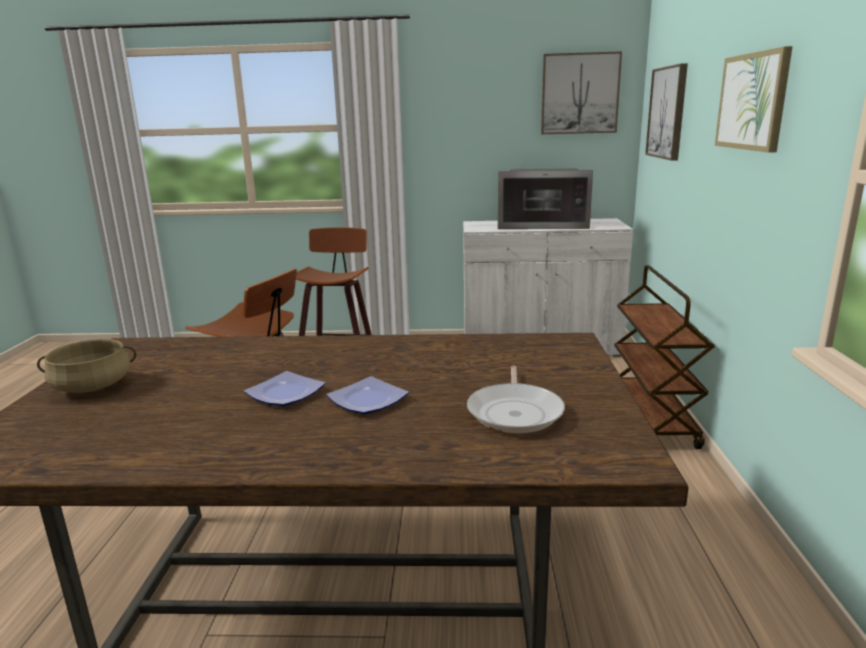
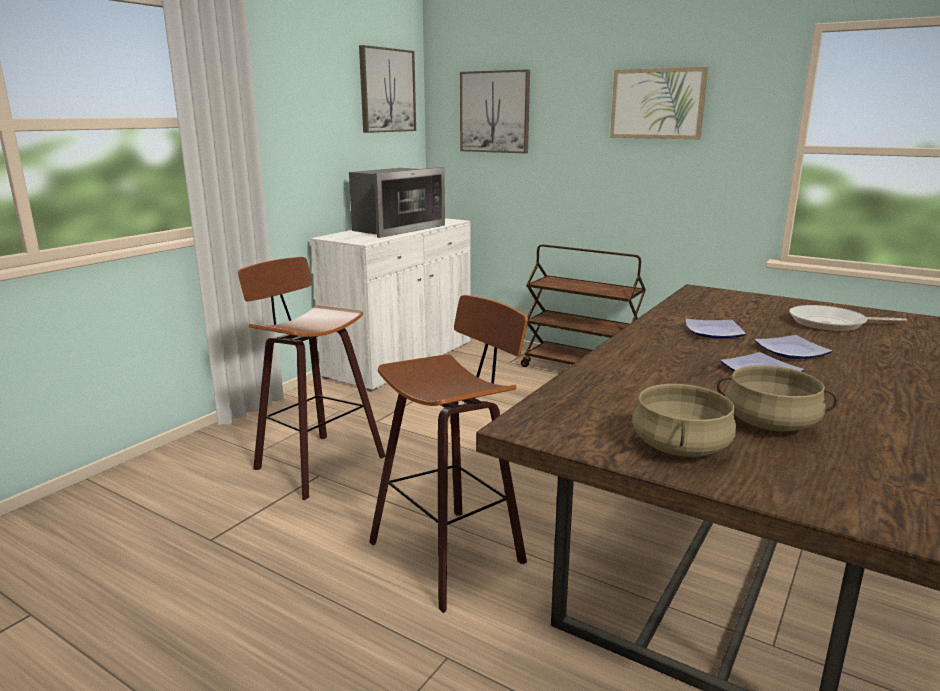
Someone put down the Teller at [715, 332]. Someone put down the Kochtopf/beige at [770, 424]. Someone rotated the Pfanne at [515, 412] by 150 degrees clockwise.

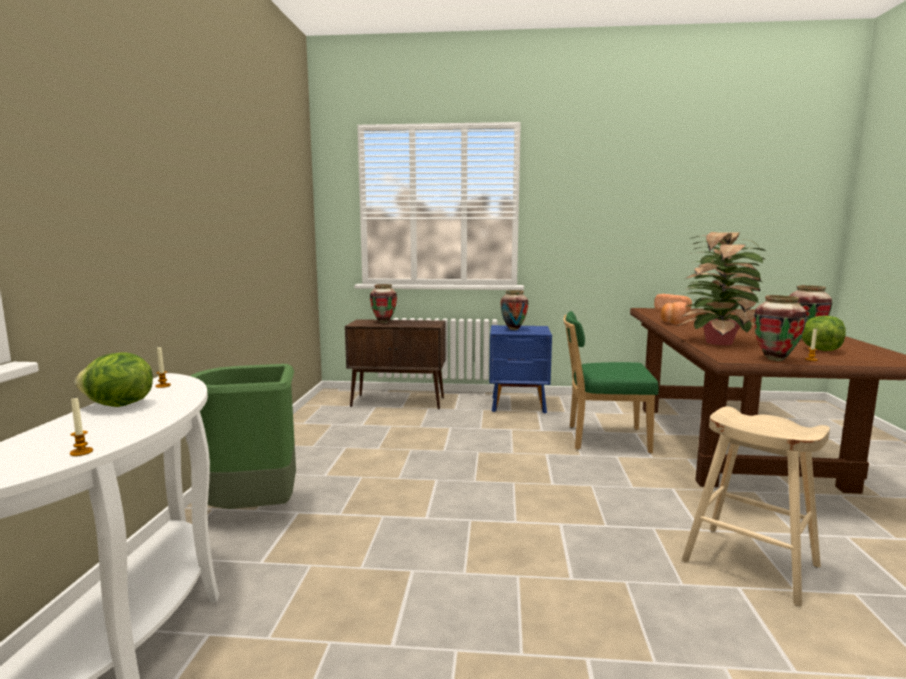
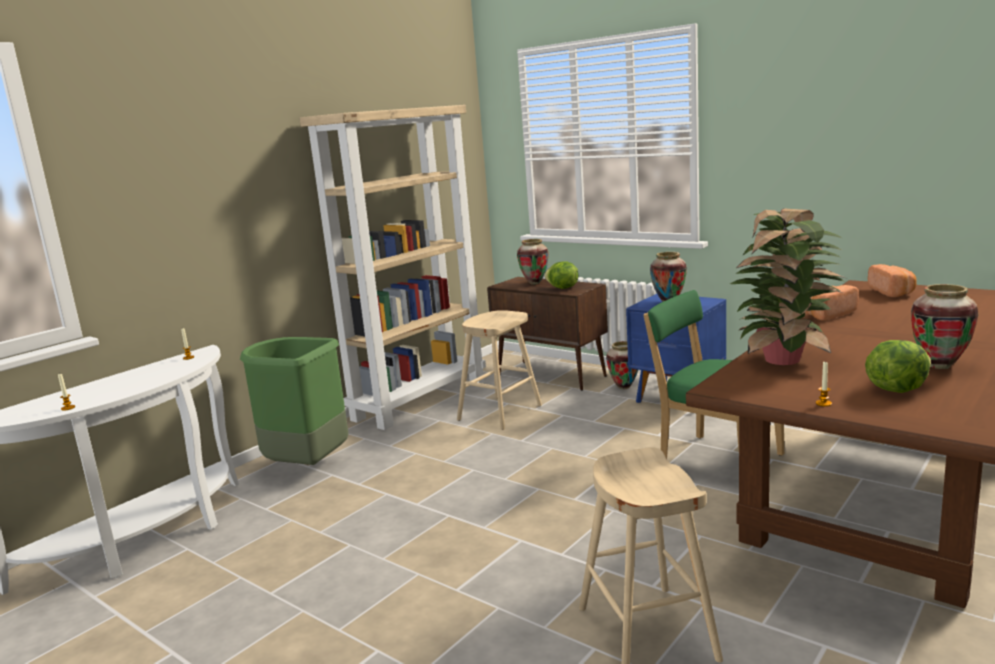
Someone put down the Bücherregal/beige at [420, 399]. Someone put down the Hocker/beige at [500, 413]. Someone carried the Salatkopf from [118, 406] to [562, 288]. Someone carried the Vase from [775, 359] to [624, 387].

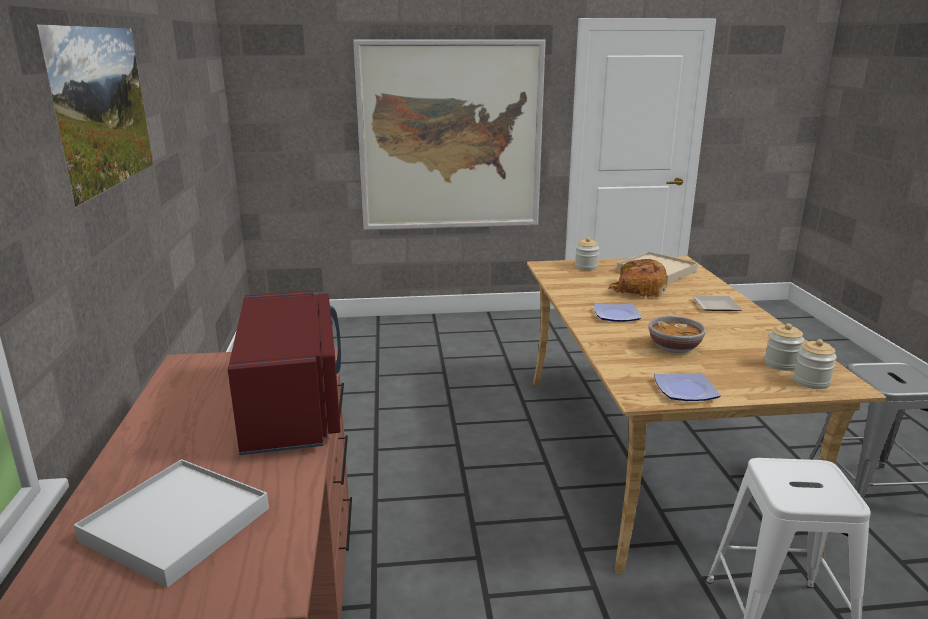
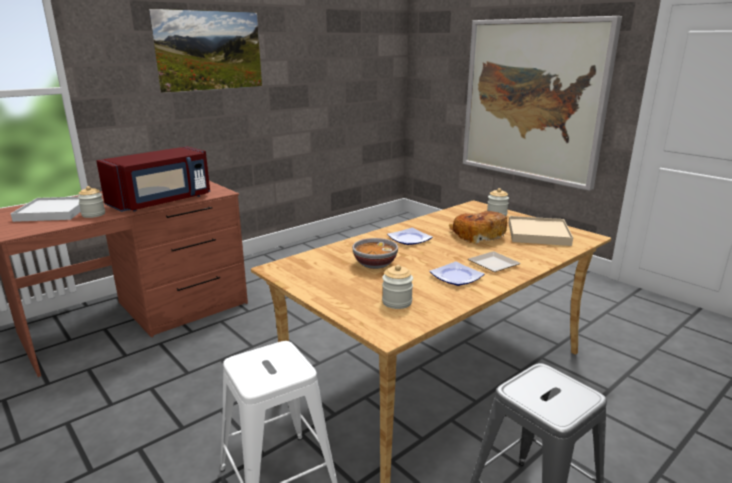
Someone carried the Vorratsglas from [811, 382] to [93, 214]. Someone carried the Teller from [686, 390] to [457, 277].

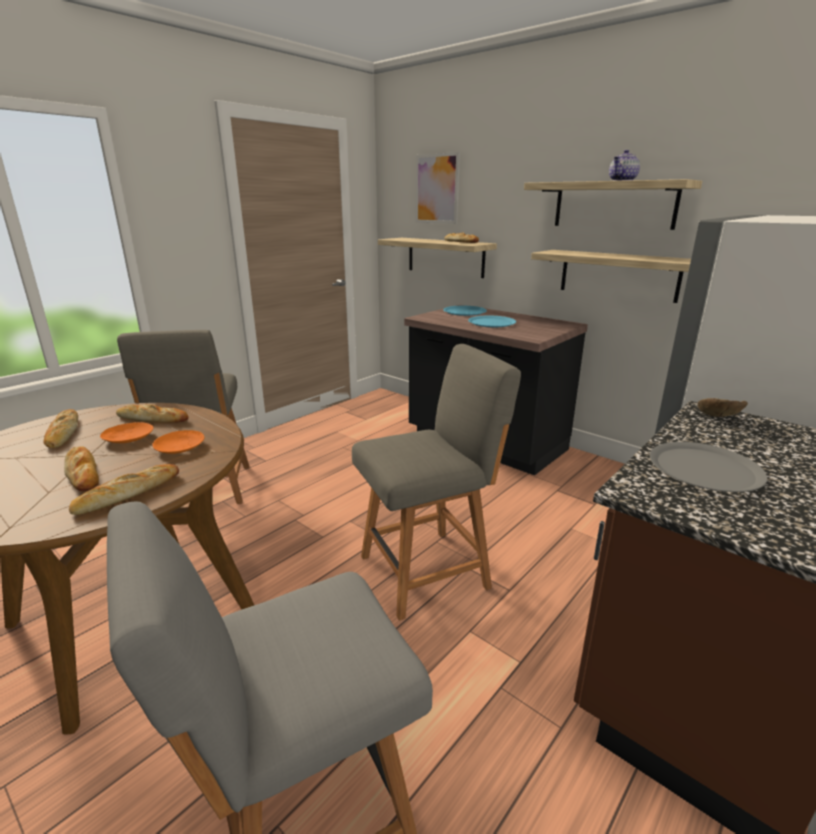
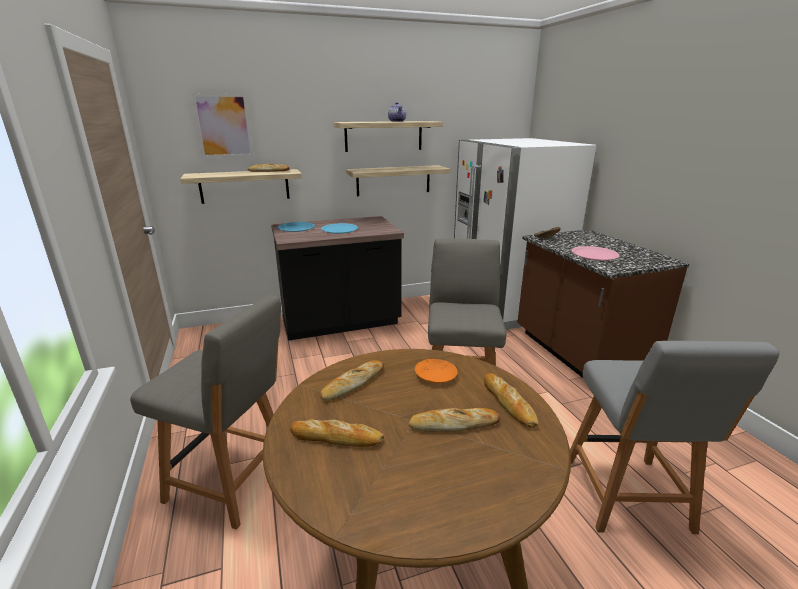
Someone repainted the Teller/grau at [704, 468], which became the Teller/rosa at [594, 254]. Someone took away the Teller/orange at [128, 438].

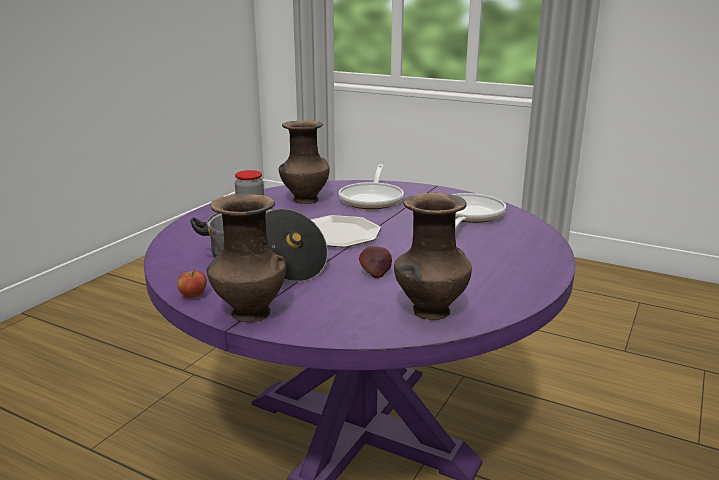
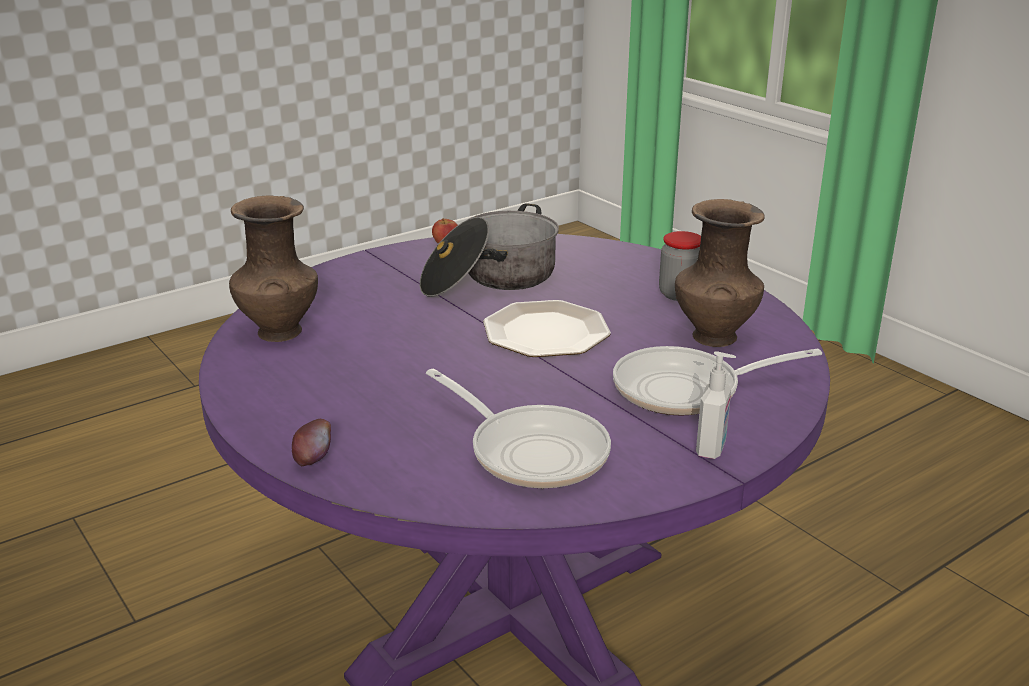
Someone carried the Apfel from [375, 273] to [313, 461]. Someone rotated the Pfanne at [372, 199] by 45 degrees counterclockwise. Someone put down the Seifenspender at [712, 449]. Someone took away the Vase/braun at [249, 313].

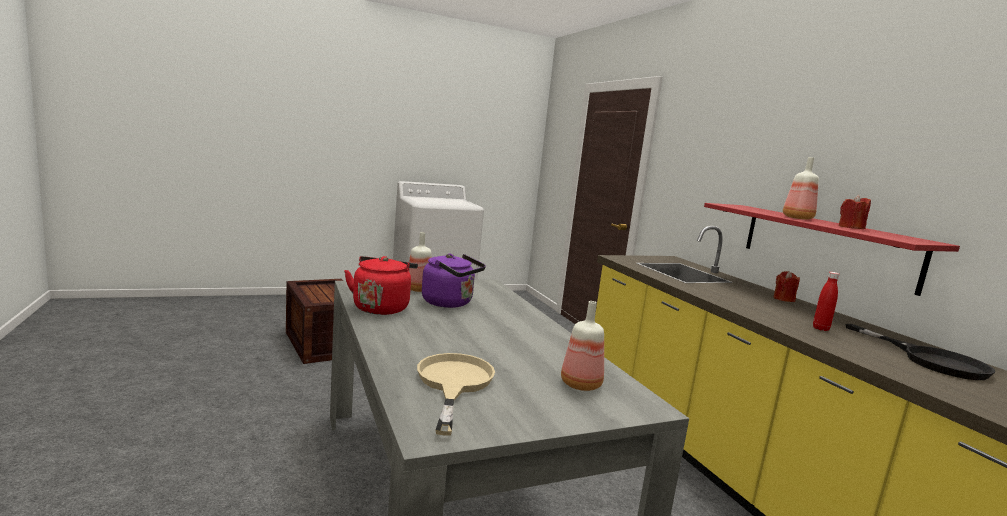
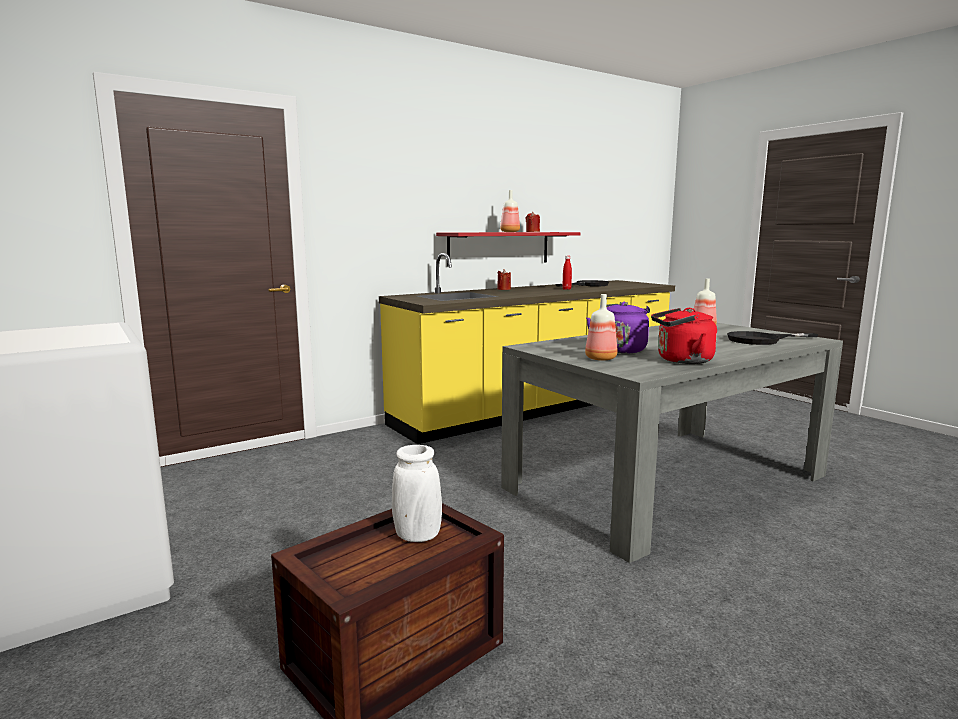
Someone put down the Vase/weiß at [417, 536]. Someone repainted the Pfanne/beige at [453, 383], which became the Pfanne/schwarz at [761, 340].

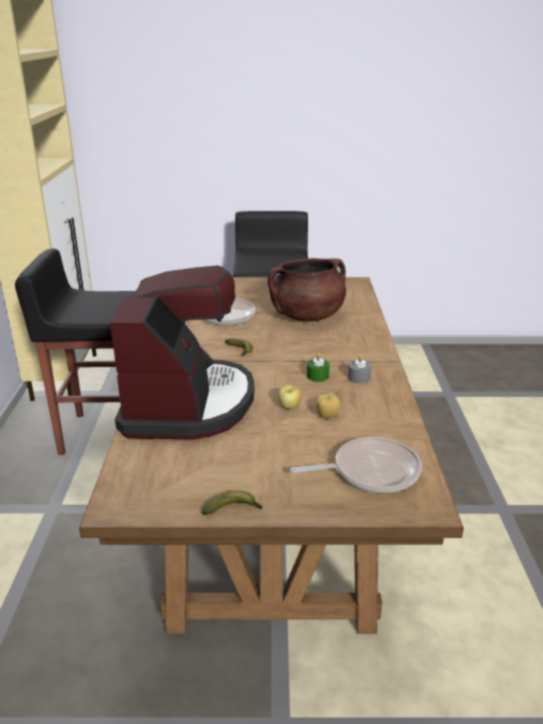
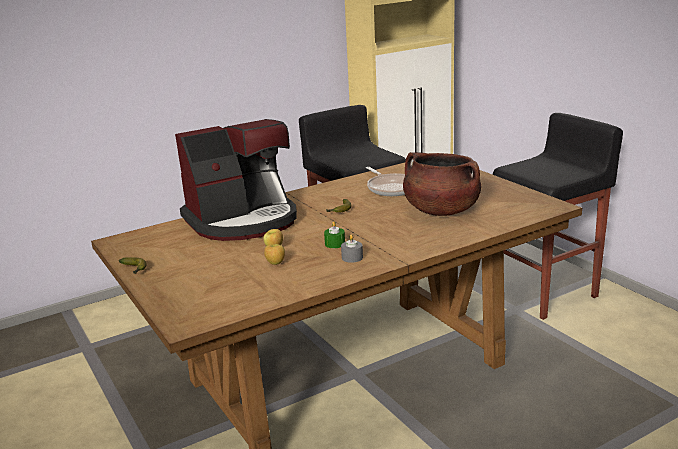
Someone took away the Pfanne at [370, 471].

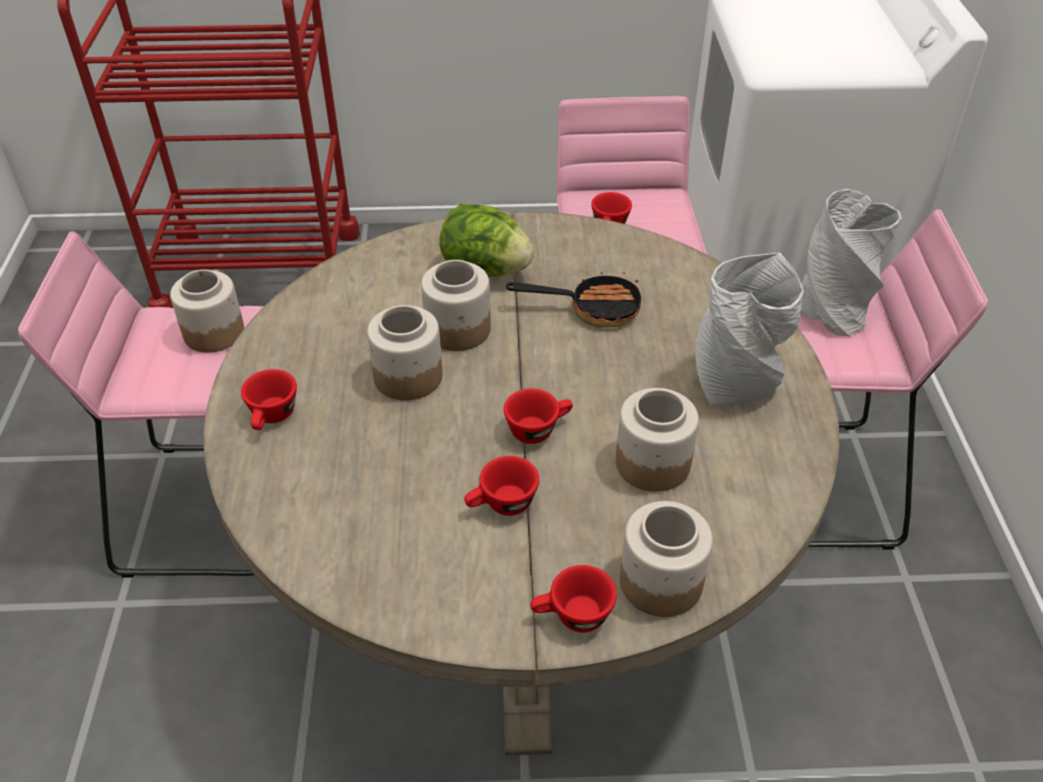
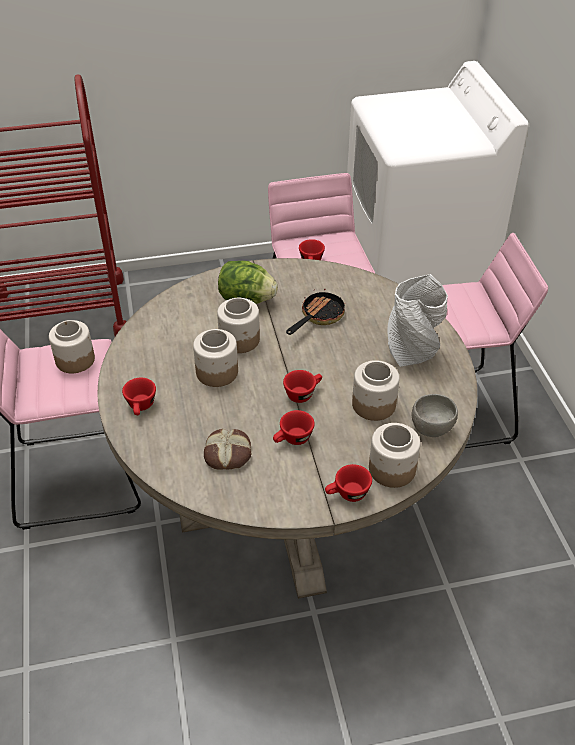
Someone put down the Brot at [228, 453]. Someone rotated the Pfanne at [593, 308] by 45 degrees counterclockwise. Someone put down the Schüssel/grau at [431, 427]. Someone took away the Vase/grau at [832, 308].

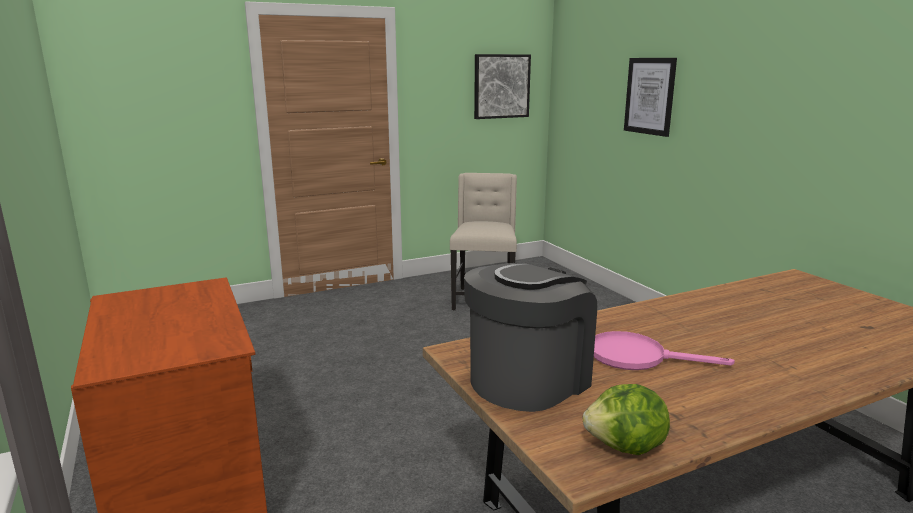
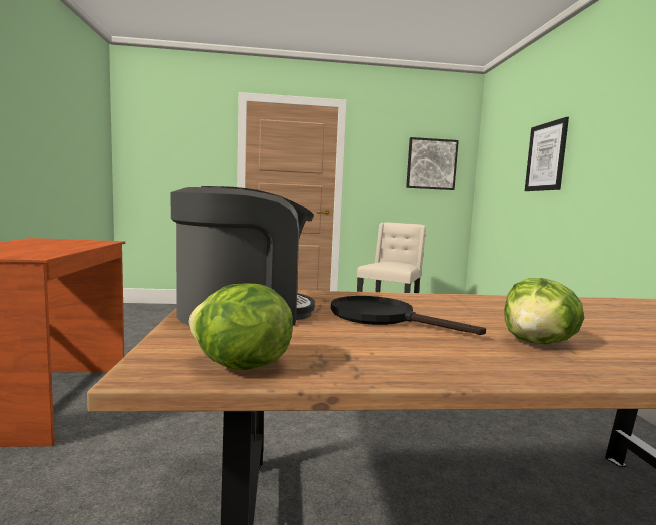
Someone repainted the Pfanne/rosa at [637, 357], which became the Pfanne/schwarz at [383, 318]. Someone put down the Salatkopf at [538, 343].

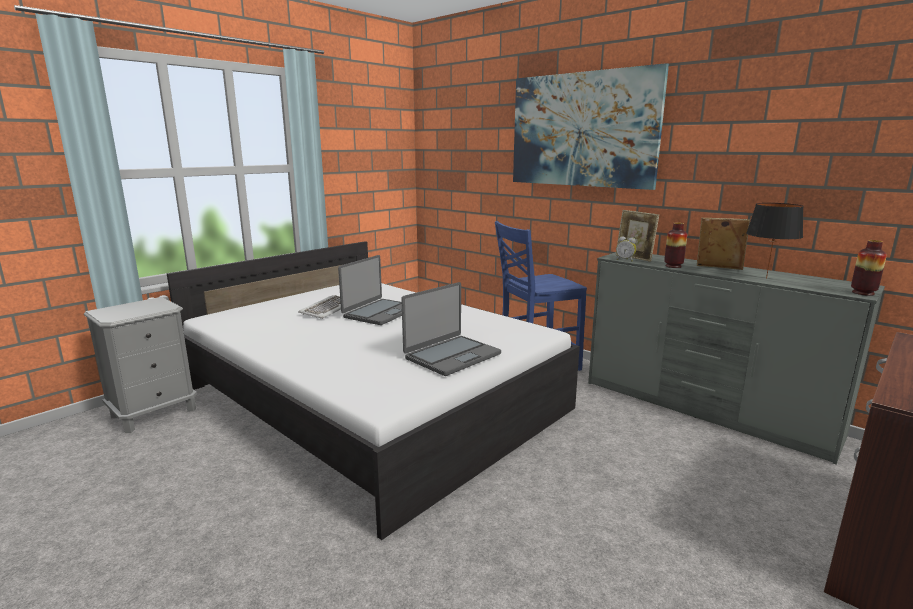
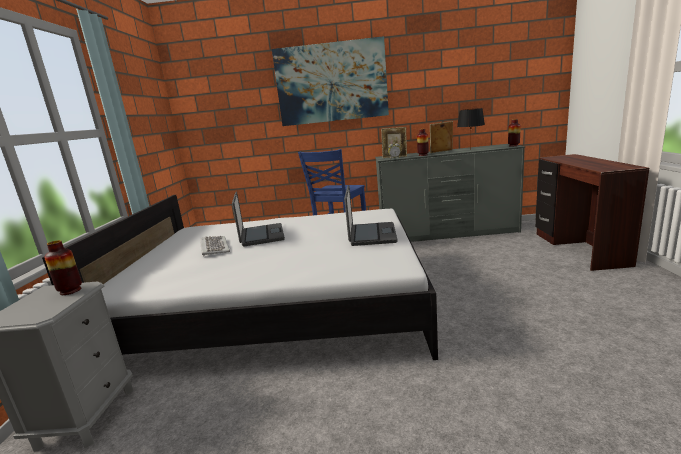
Someone put down the Vase at [70, 291].

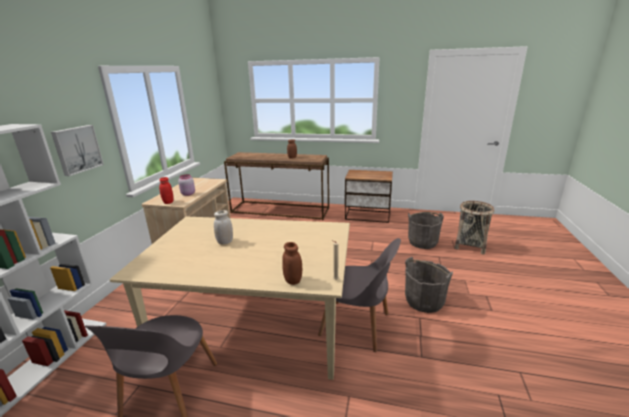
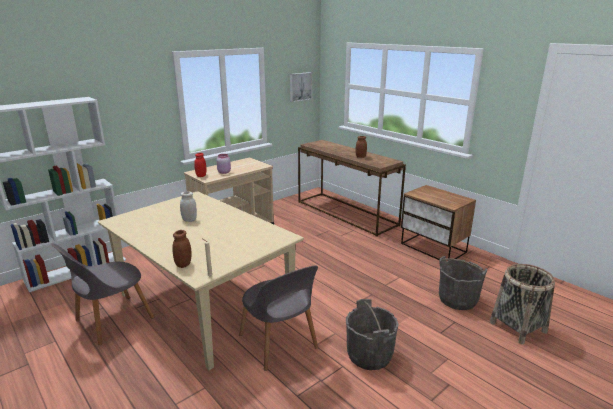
Someone carried the Bild from [77, 149] to [300, 86].

